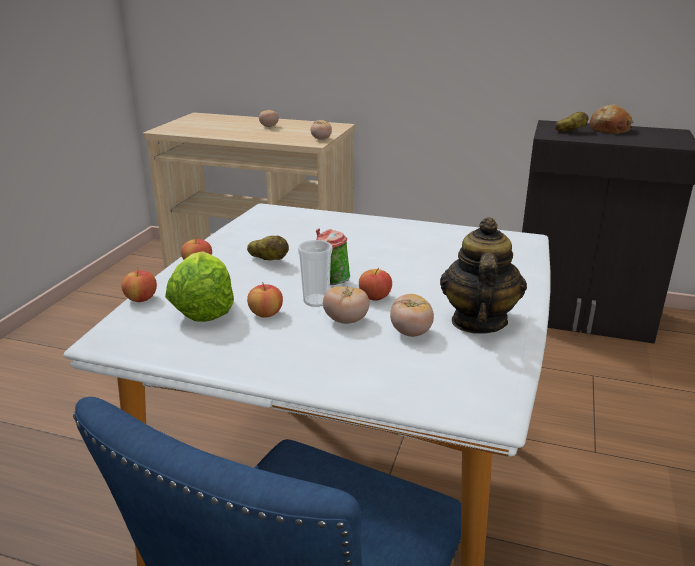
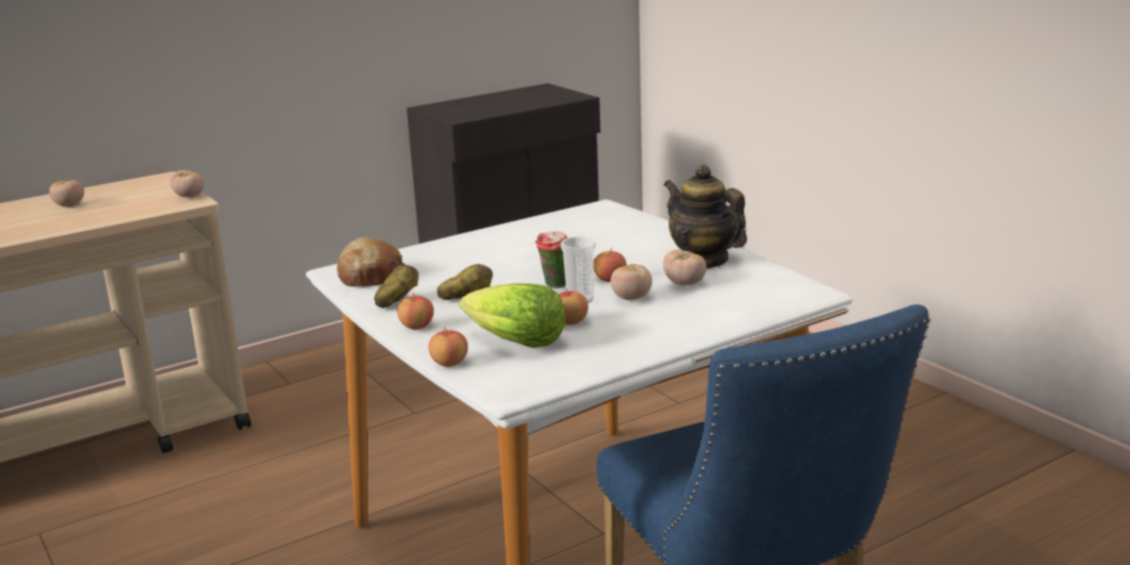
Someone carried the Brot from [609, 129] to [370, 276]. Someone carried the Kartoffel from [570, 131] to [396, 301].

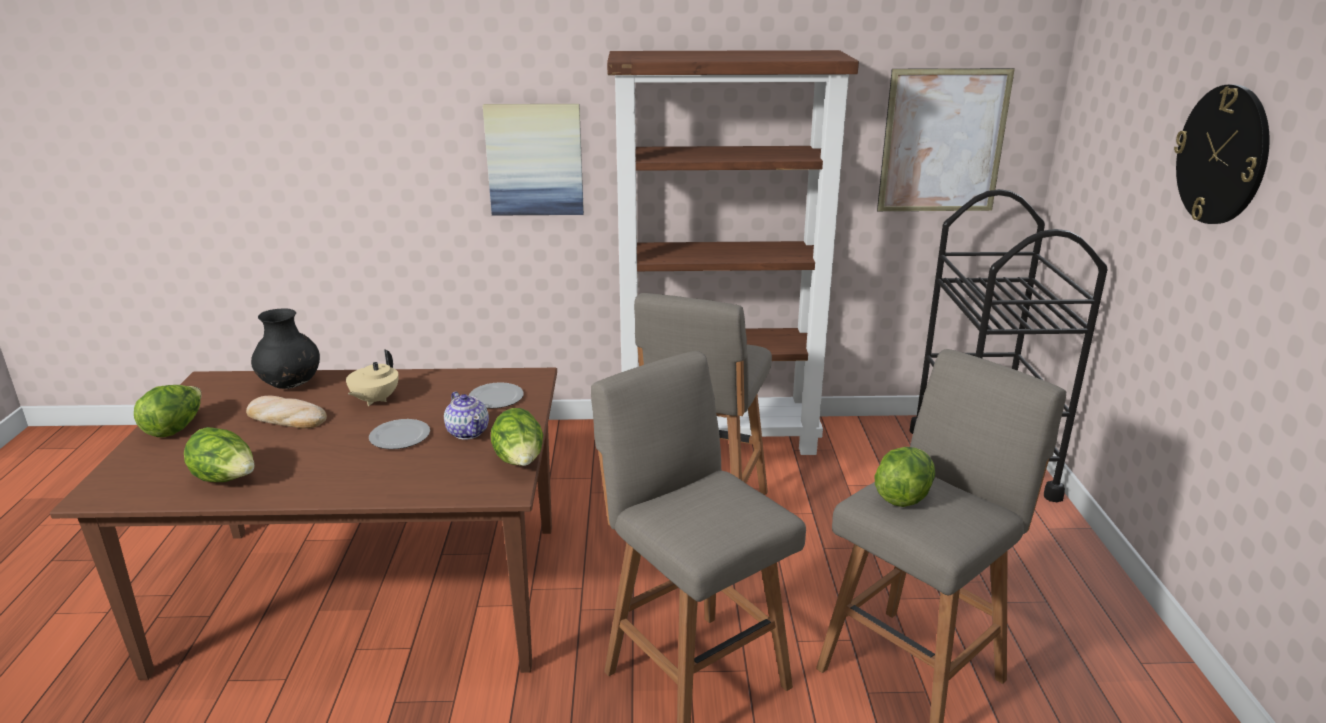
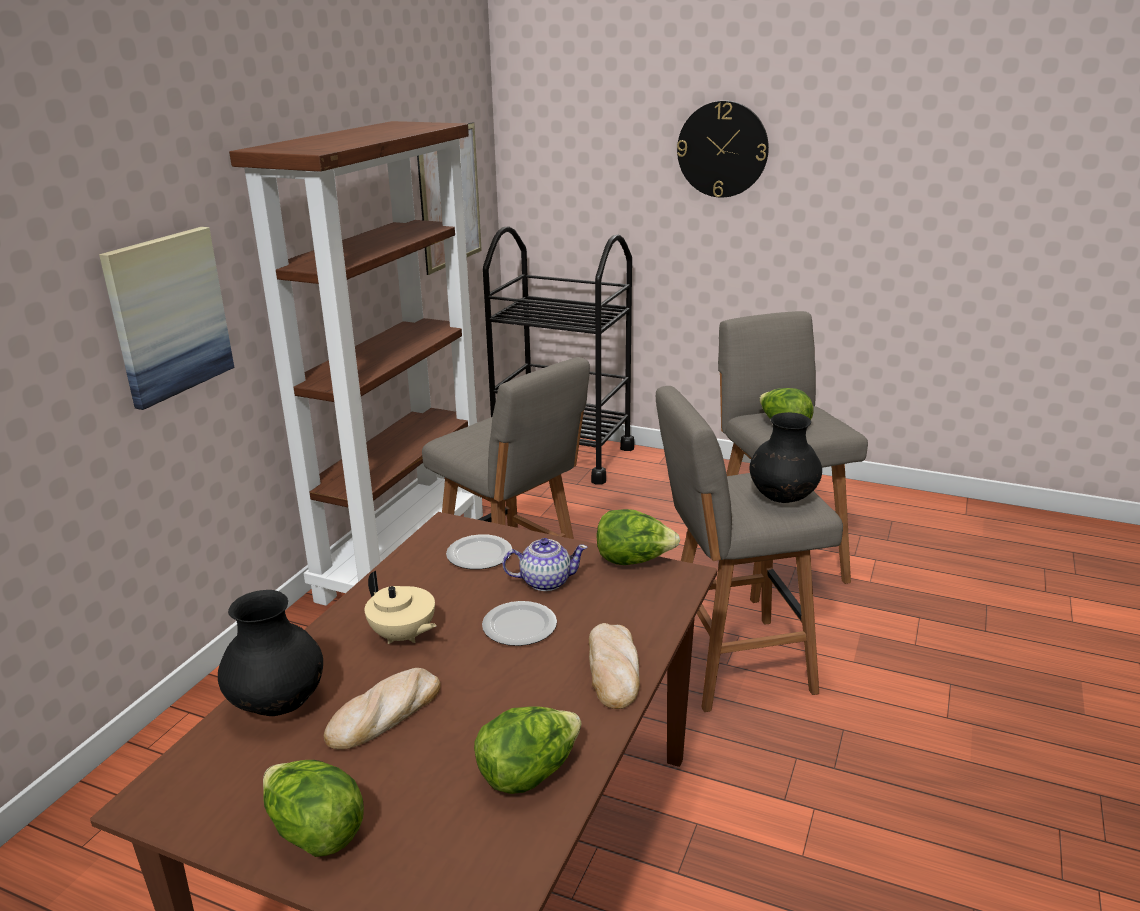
Someone put down the Brot at [614, 669]. Someone put down the Vase/schwarz at [782, 498].

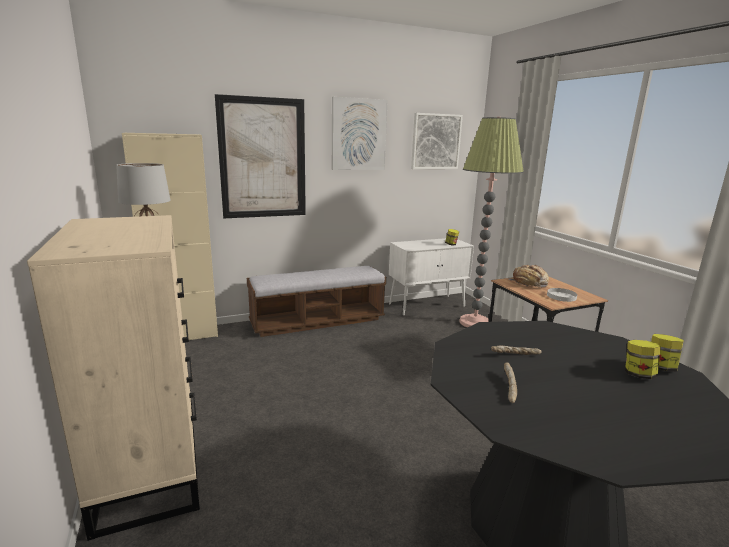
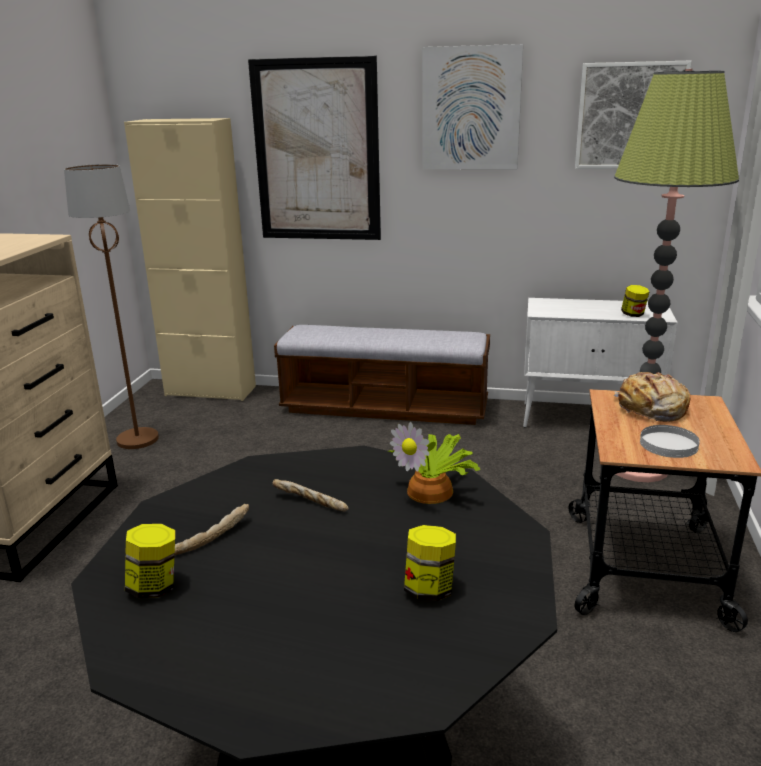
Someone carried the Vorratsglas from [660, 368] to [154, 587]. Someone put down the Topfpflanze at [433, 490].

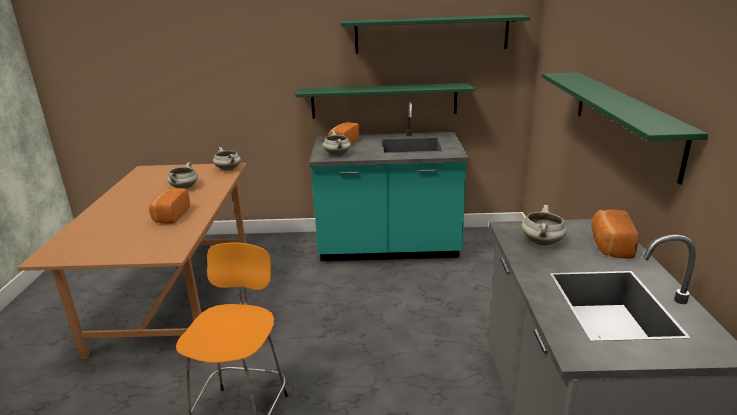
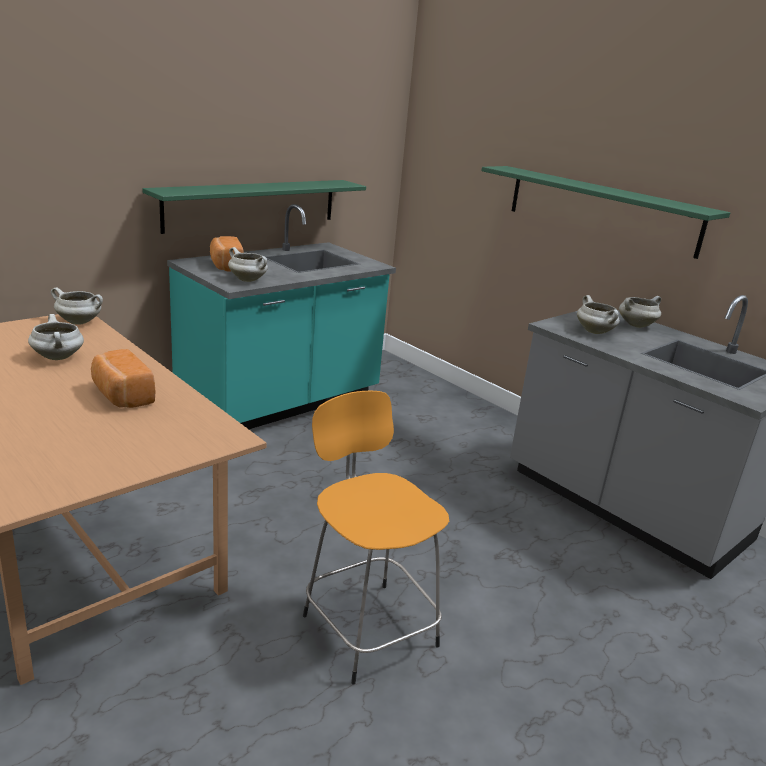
Someone swapped the Brot at [609, 246] for the Kochtopf/weiß at [636, 325]. Someone took away the Wandregal/grün at [431, 34].

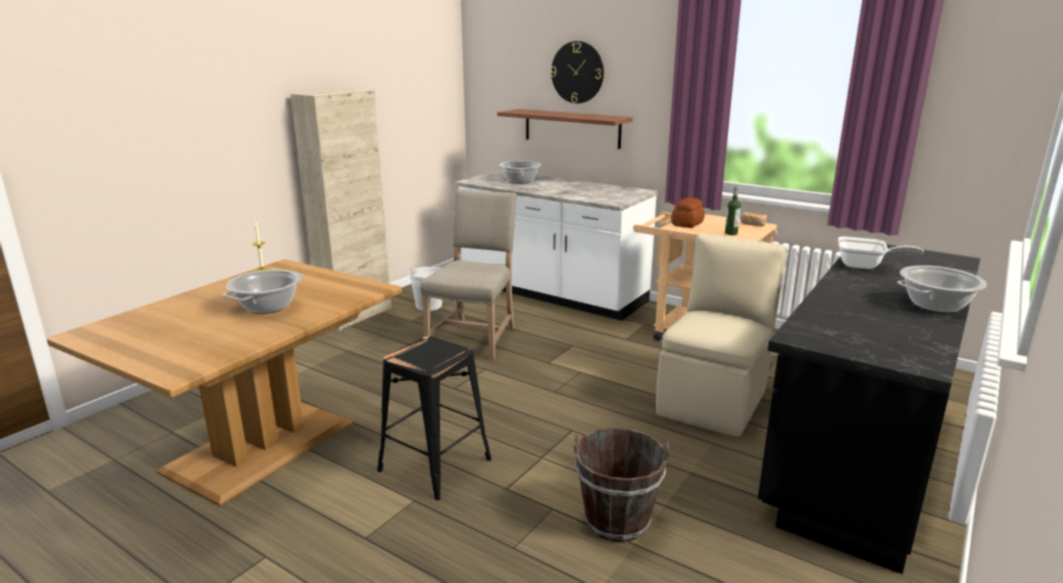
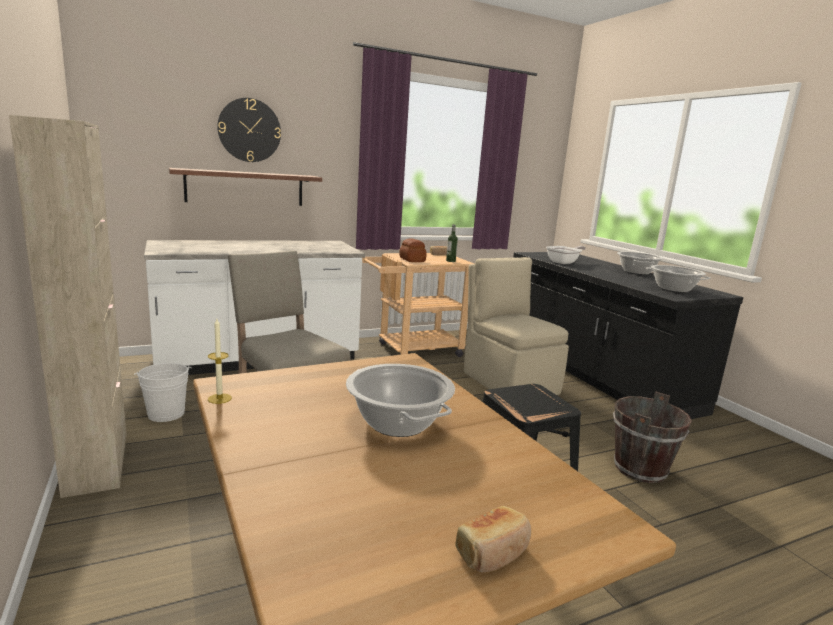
Someone put down the Brot at [493, 552]. Someone carried the Kochtopf from [520, 181] to [673, 289].

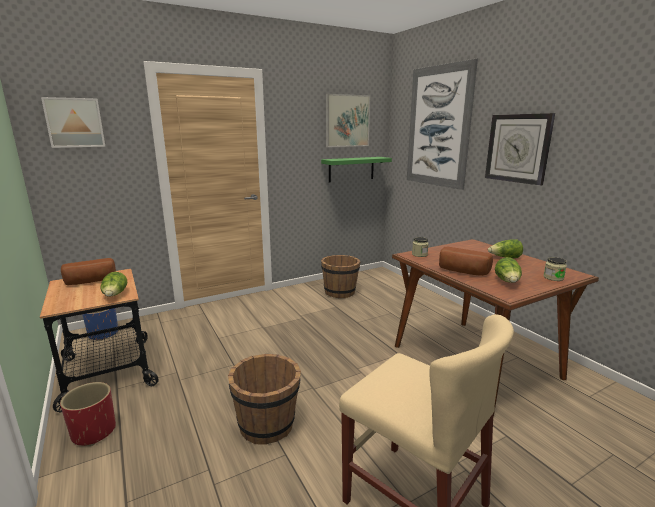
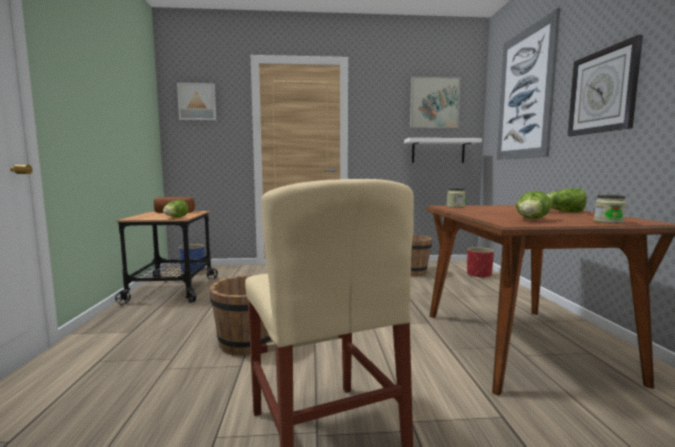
Someone repainted the Wandregal/grün at [351, 169], which became the Wandregal/weiß at [438, 151]. Someone carried the Pflanzkübel/rot from [94, 432] to [479, 275]. Someone took away the Brot at [462, 272].

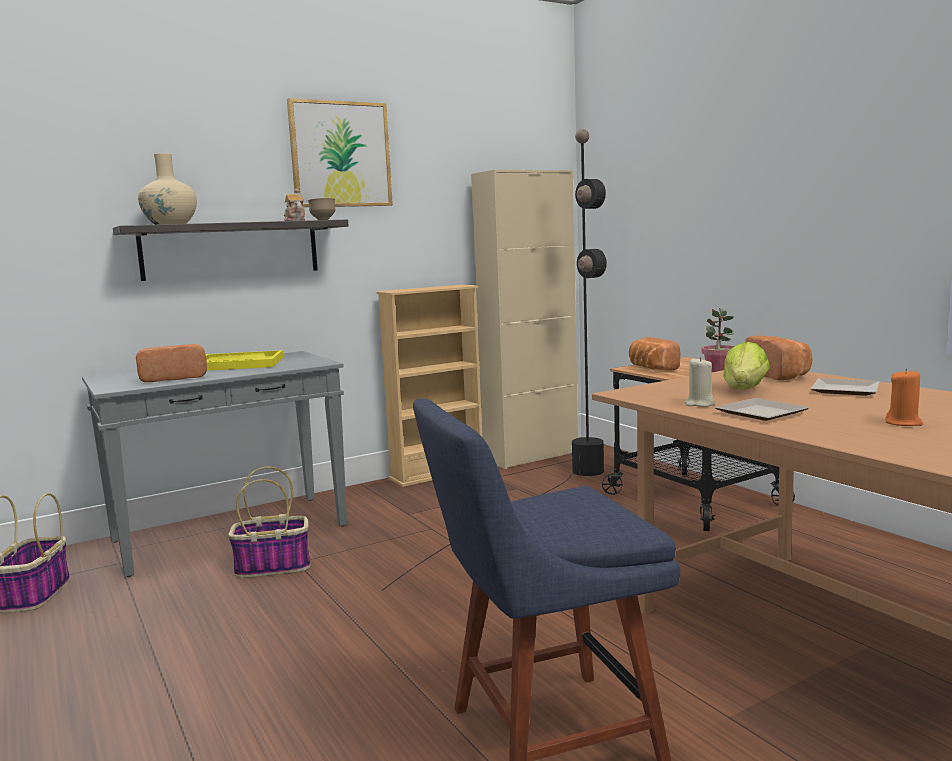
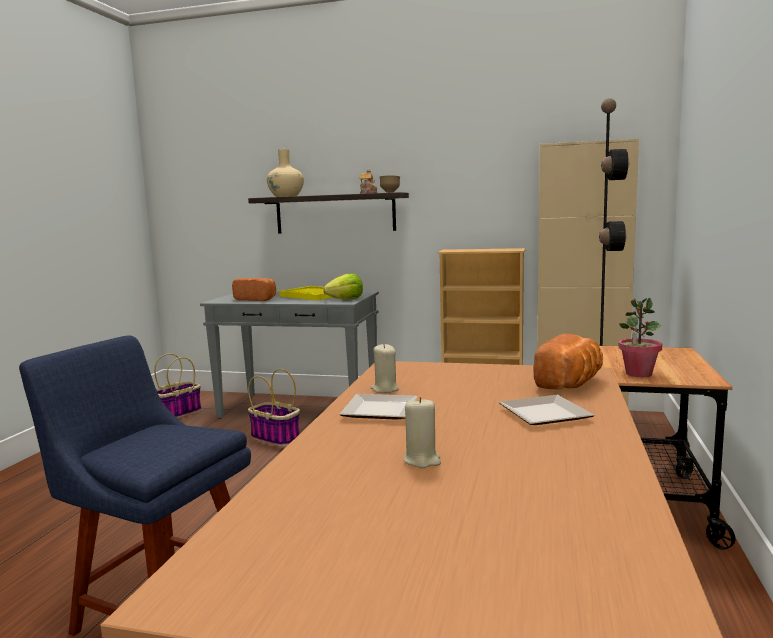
Someone carried the Salatkopf from [744, 390] to [346, 299]. Someone repainted the Kerze/orange at [903, 423], which became the Kerze/beige at [422, 460]. Someone took away the Bild at [340, 154]. Someone took away the Brot at [651, 368].

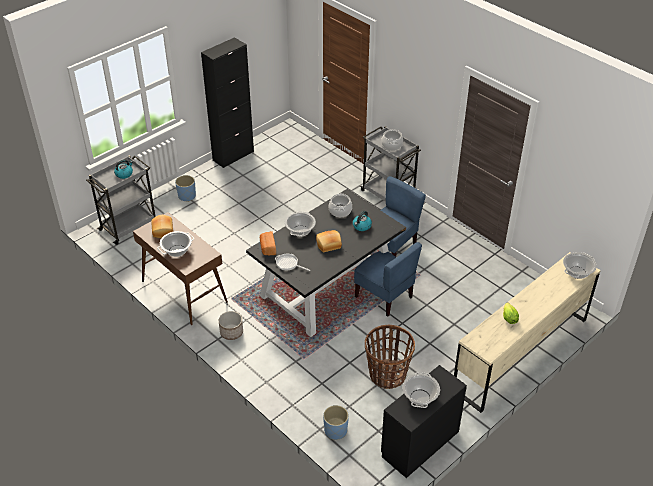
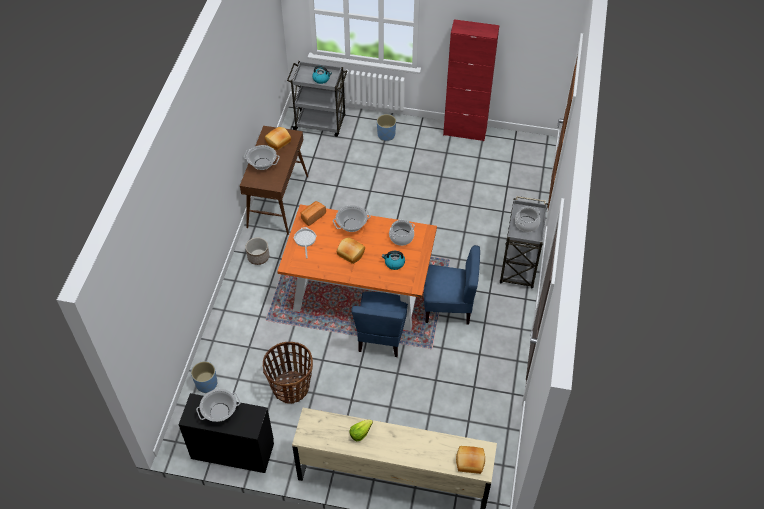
Someone repainted the Esstisch/schwarz at [327, 287], which became the Esstisch/orange at [359, 290]. Someone repainted the Schrank/schwarz at [233, 156], which became the Schrank/rot at [465, 132]. Someone swapped the Kochtopf at [577, 273] for the Brot at [470, 463].

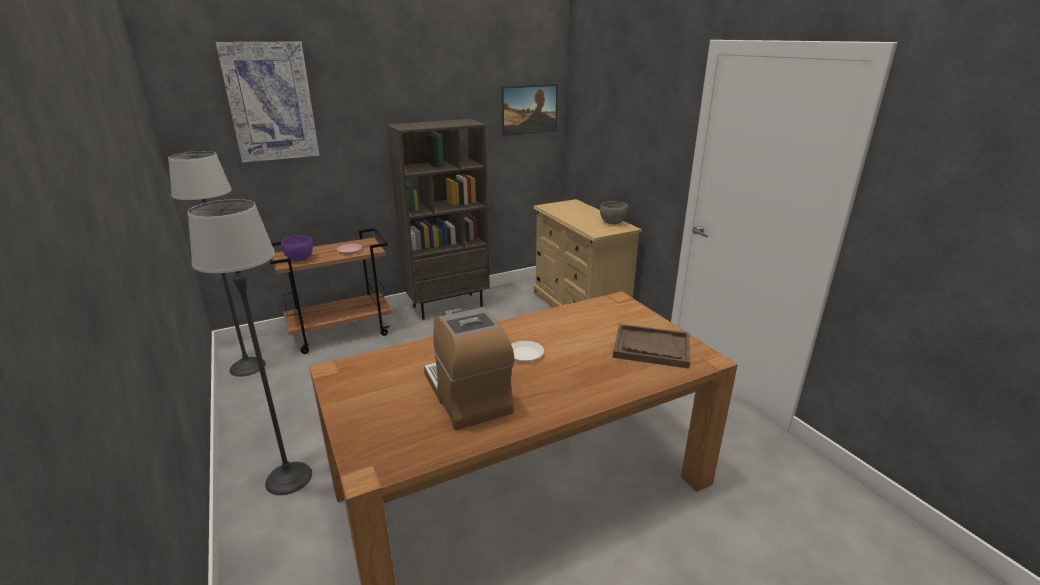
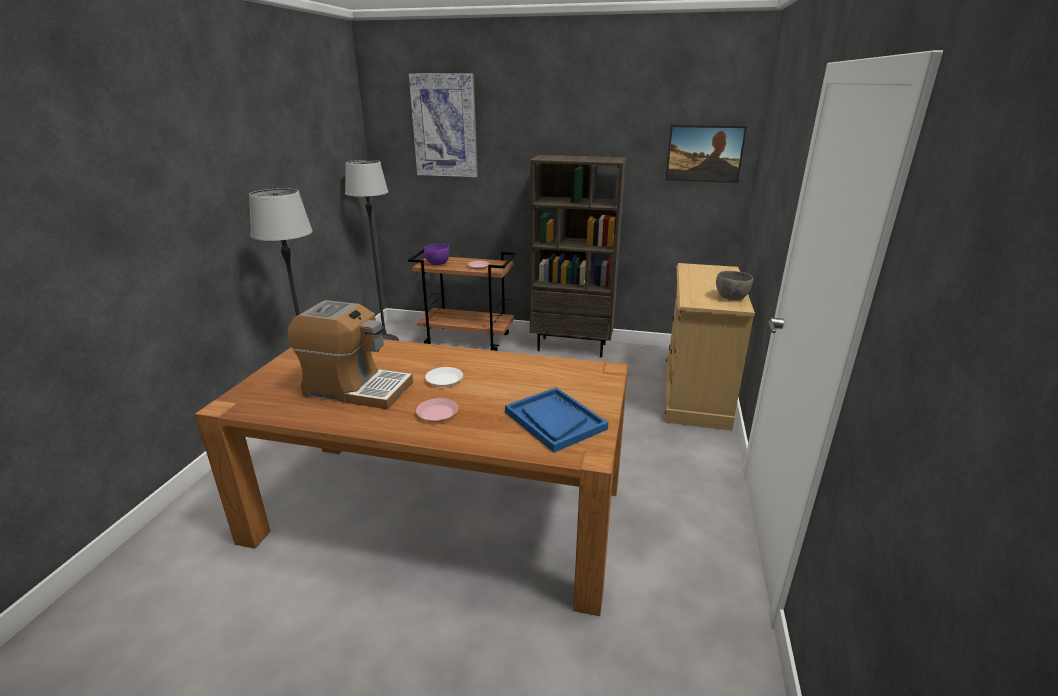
Someone rotated the Kaffeemaschine at [467, 394] by 90 degrees clockwise. Someone put down the Teller/rosa at [437, 413]. Someone repainted the Tablett/braun at [651, 348], which became the Tablett/blau at [554, 420].

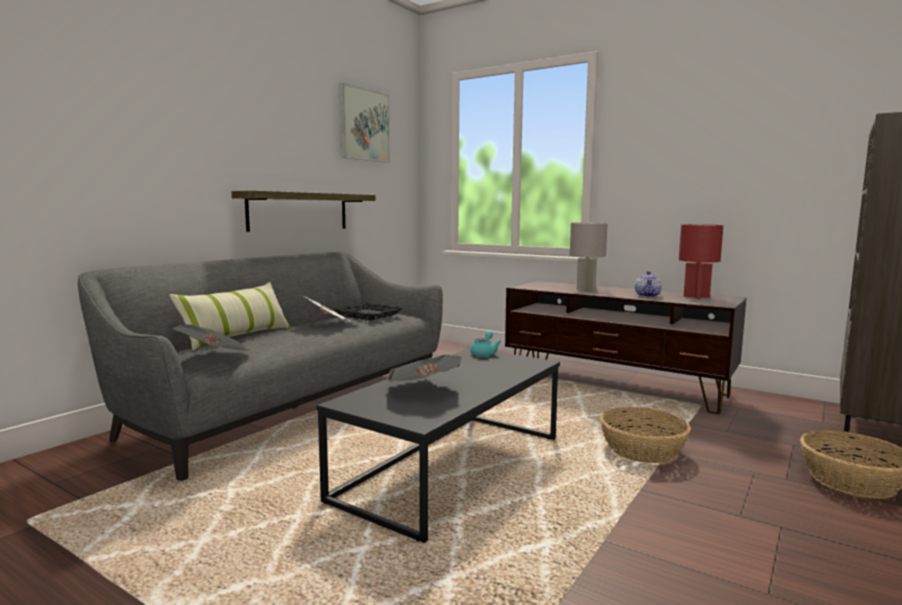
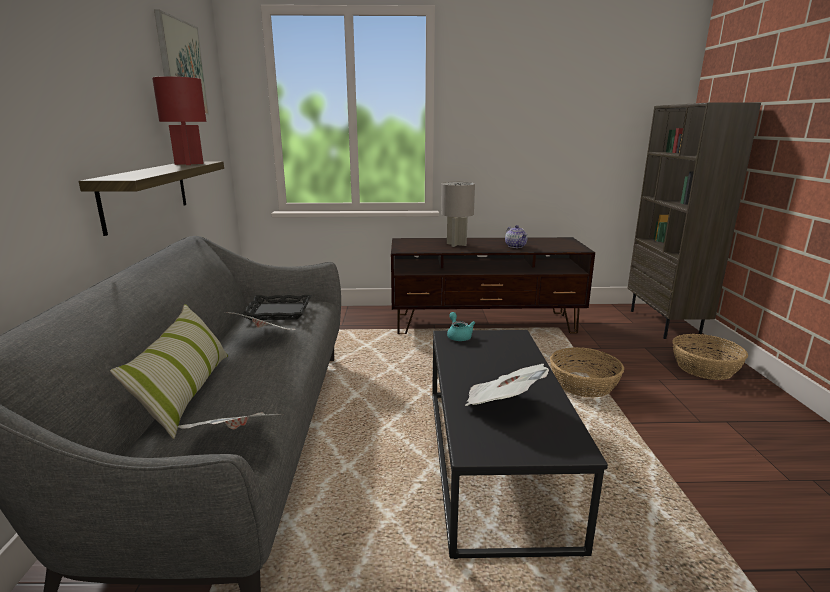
Someone carried the Tischlampe/rot from [696, 296] to [188, 164].

